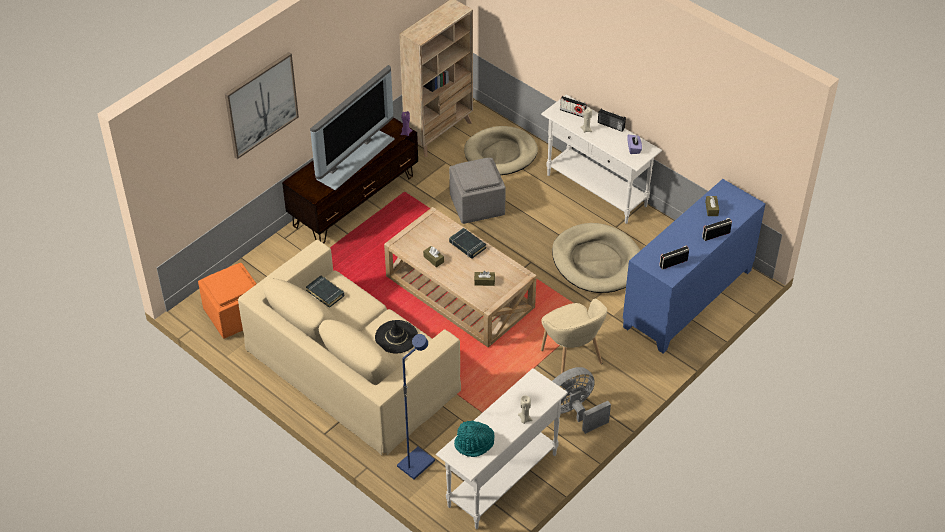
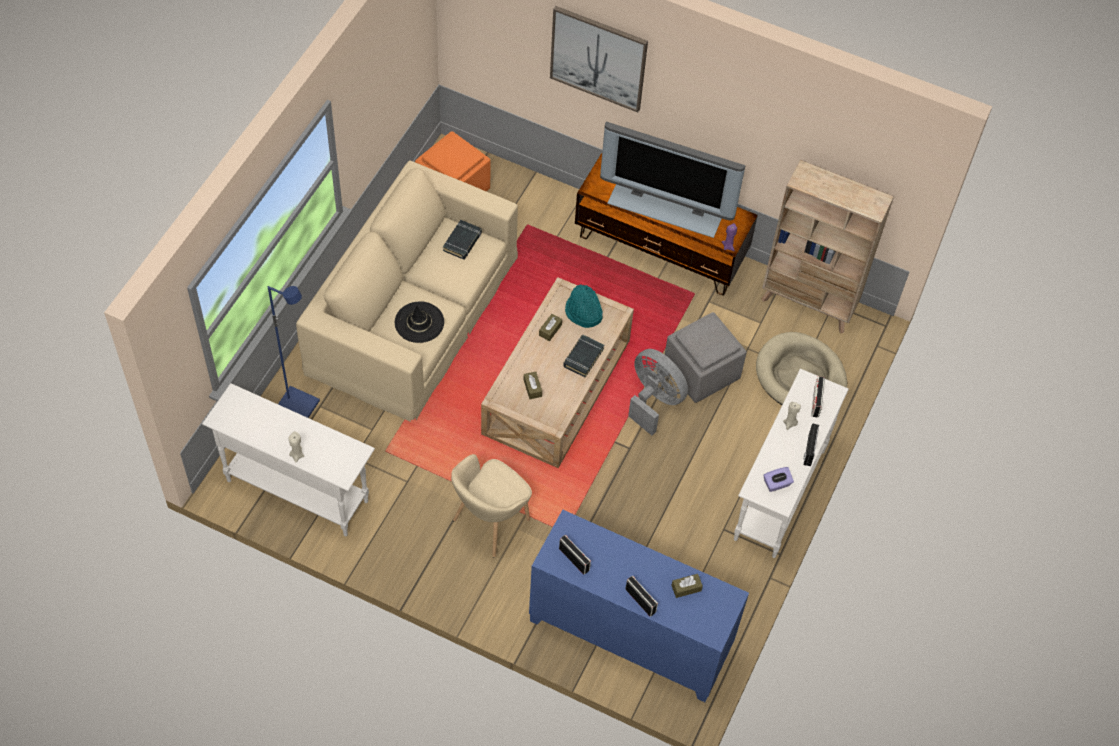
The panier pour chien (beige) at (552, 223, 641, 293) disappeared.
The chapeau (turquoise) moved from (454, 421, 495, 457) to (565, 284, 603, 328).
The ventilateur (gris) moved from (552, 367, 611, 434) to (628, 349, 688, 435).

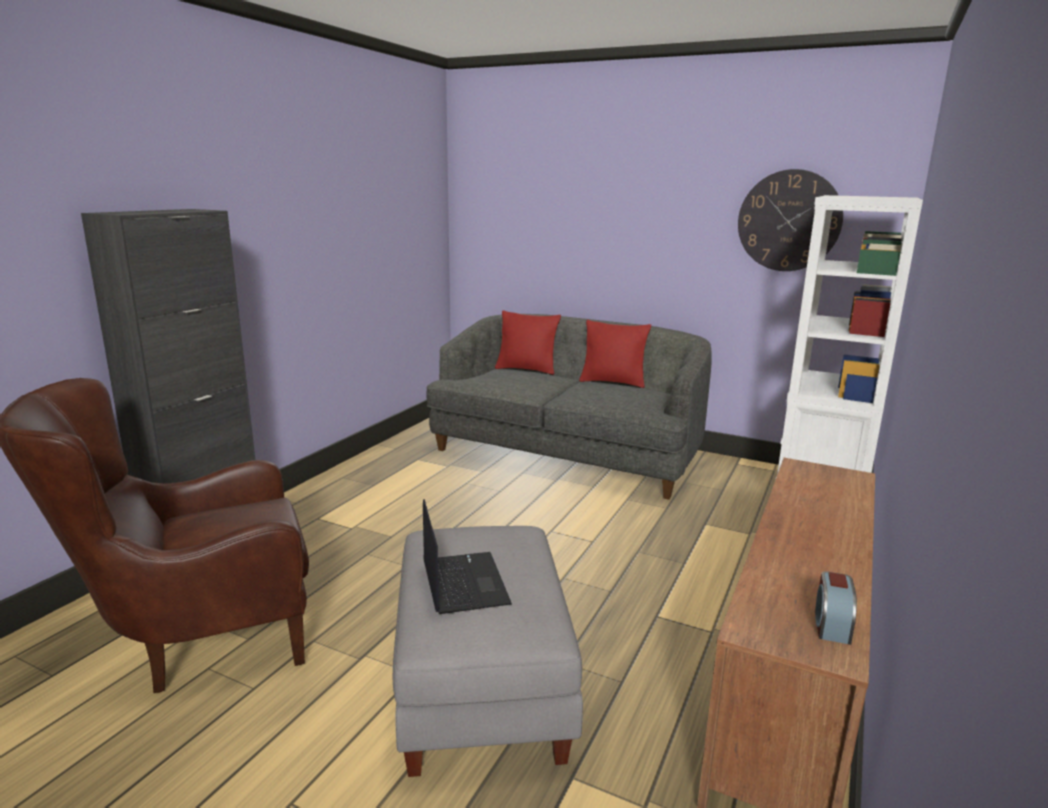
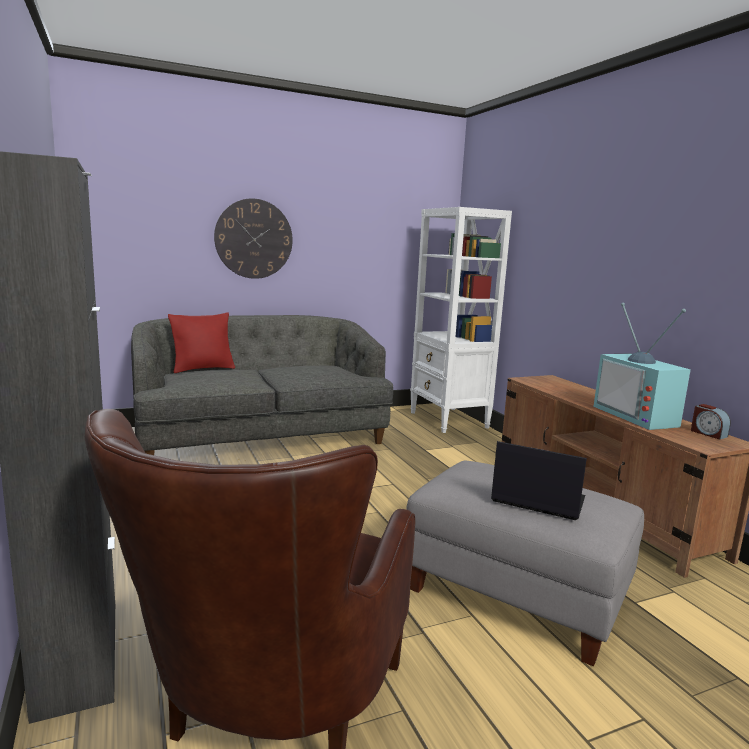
The coussin (rouge) at (579, 320, 651, 388) disappeared.
The téléviseur at (593, 303, 691, 430) appeared.
The horloge murale moved from (738, 169, 843, 271) to (214, 198, 293, 279).

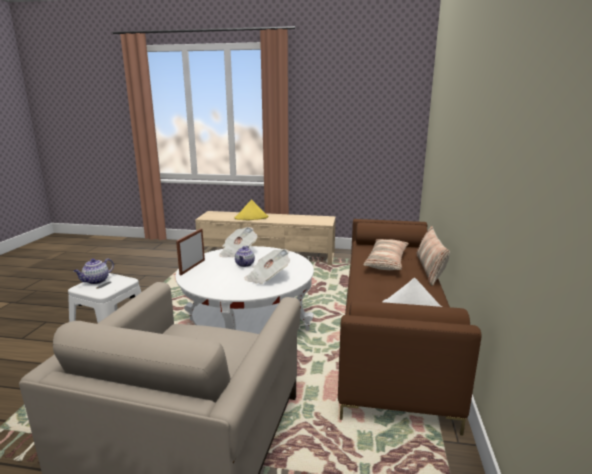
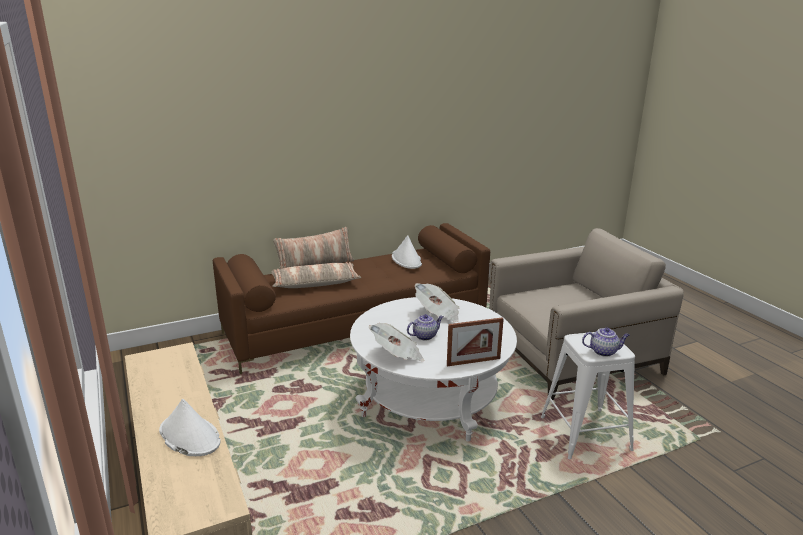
The chapeau (jaune) at (234, 199, 268, 220) became the chapeau (blanc) at (159, 399, 221, 456).

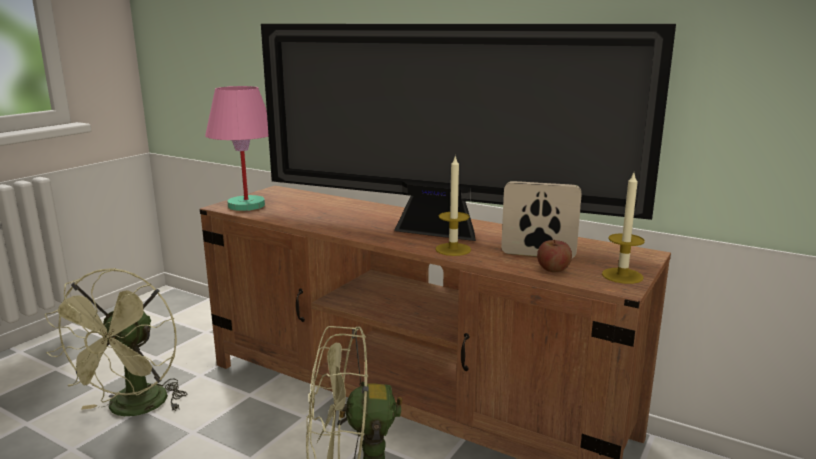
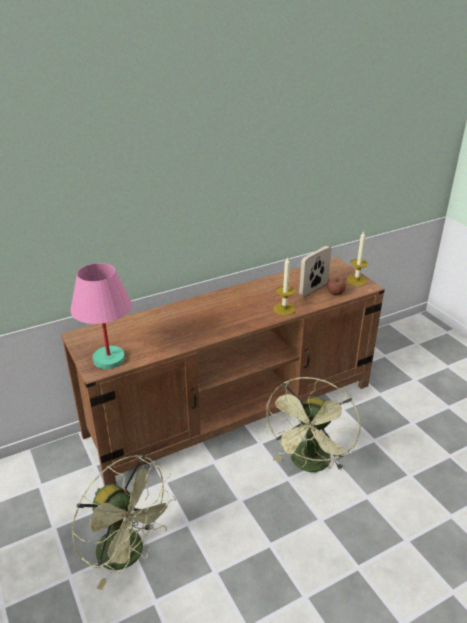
The téléviseur at (261, 24, 676, 241) disappeared.

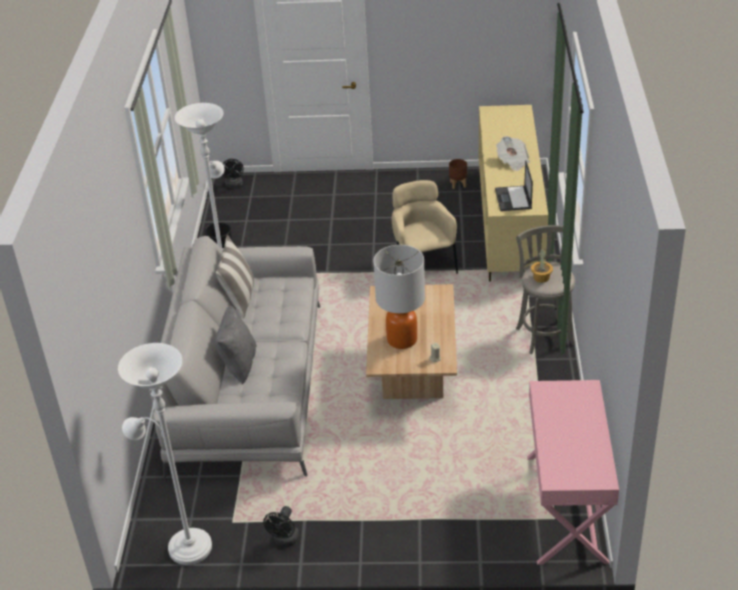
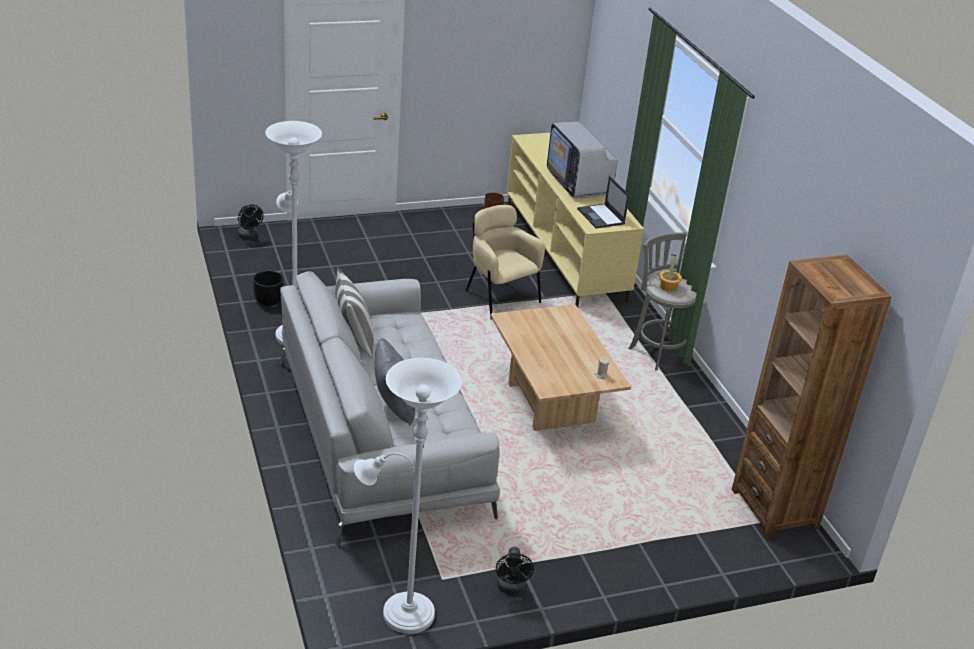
The lampe de table at (373, 245, 425, 349) disappeared.
The journal at (496, 136, 530, 171) was replaced by the téléviseur at (547, 121, 617, 198).
The bureau (rose) at (527, 380, 619, 565) was replaced by the bibliothèque (marron) at (732, 255, 892, 538).

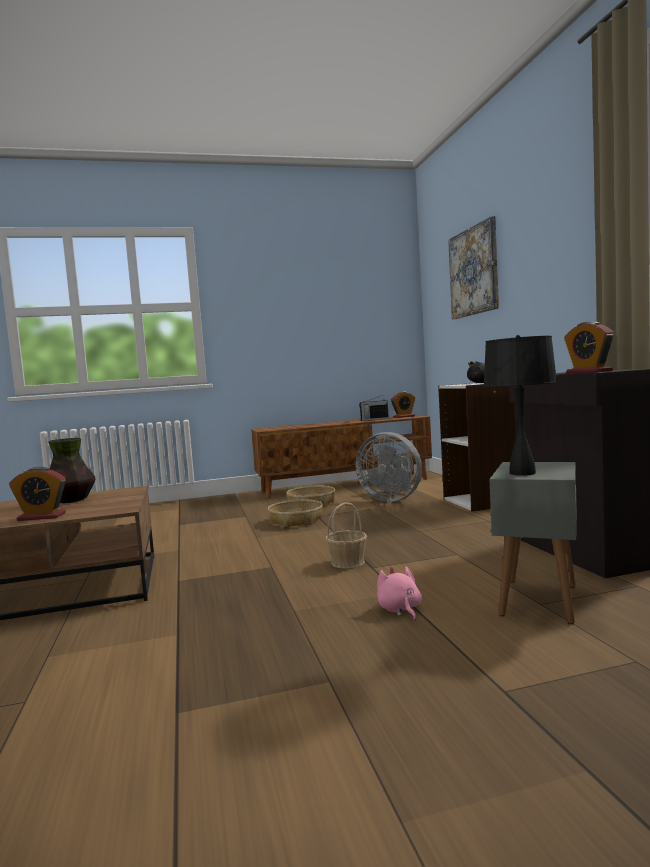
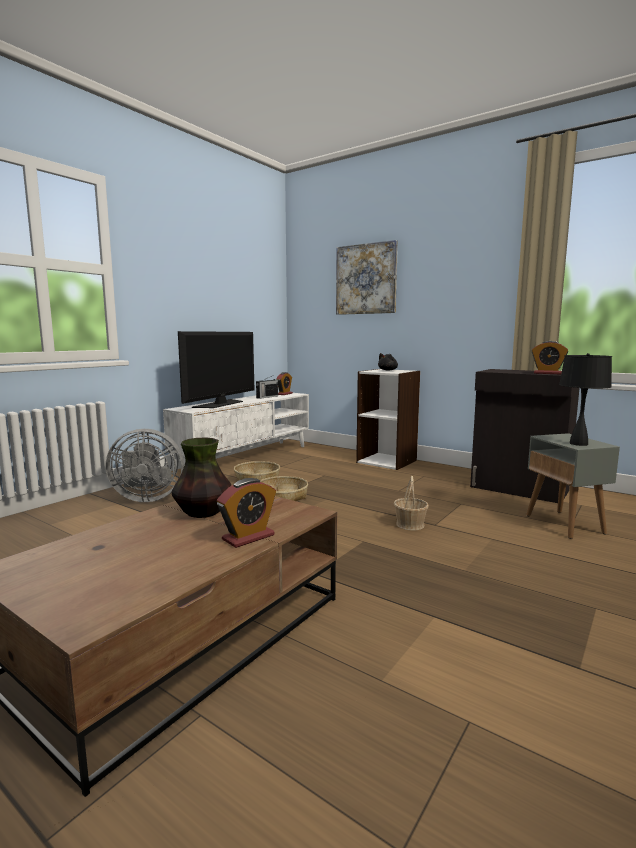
The peluche (rose) at (377, 566, 422, 621) disappeared.
The téléviseur at (178, 331, 254, 408) appeared.
The ventilateur (gris) moved from (355, 432, 422, 502) to (106, 429, 184, 502).
The meuble télé (marron) at (251, 415, 432, 499) became the meuble télé (blanc) at (163, 392, 309, 473).

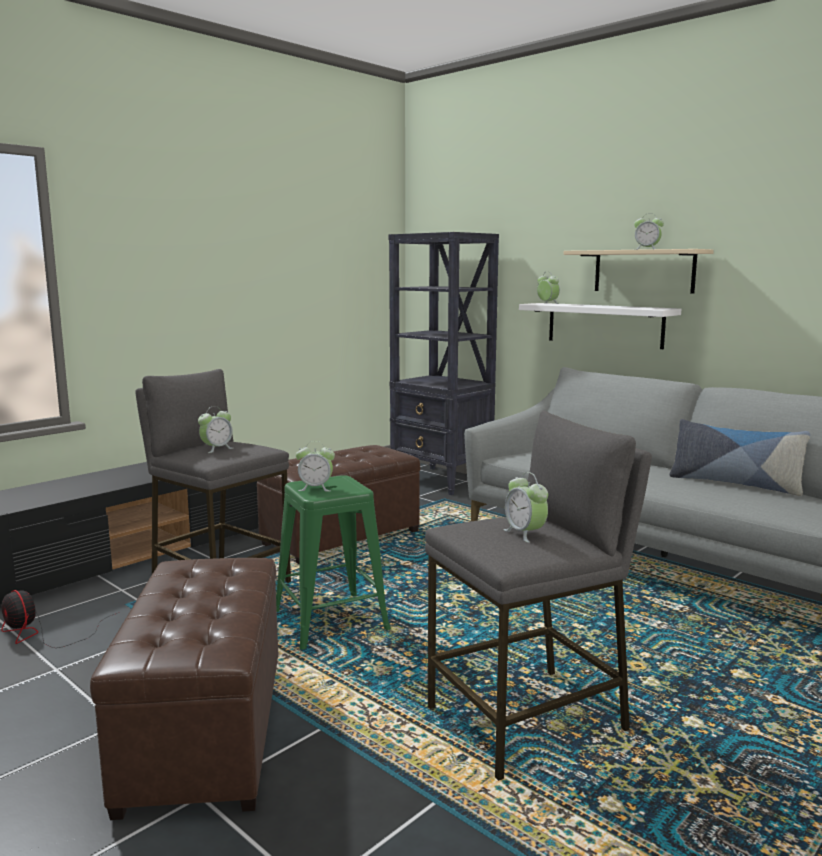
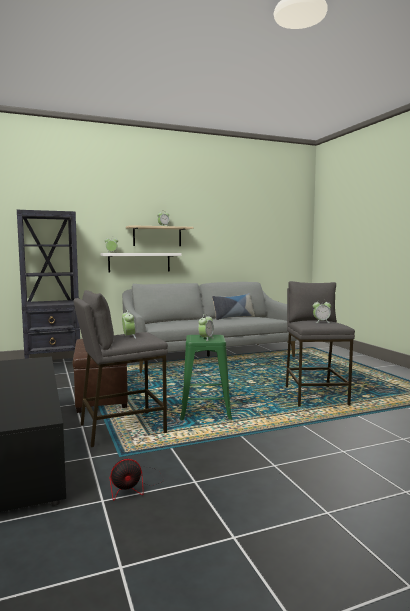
The pouf (marron) at (90, 558, 278, 820) disappeared.

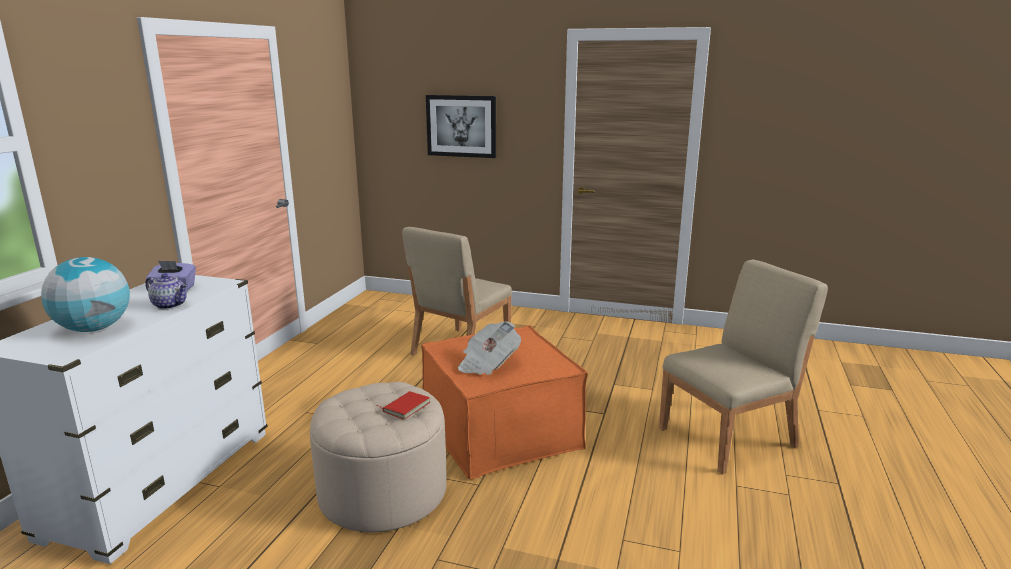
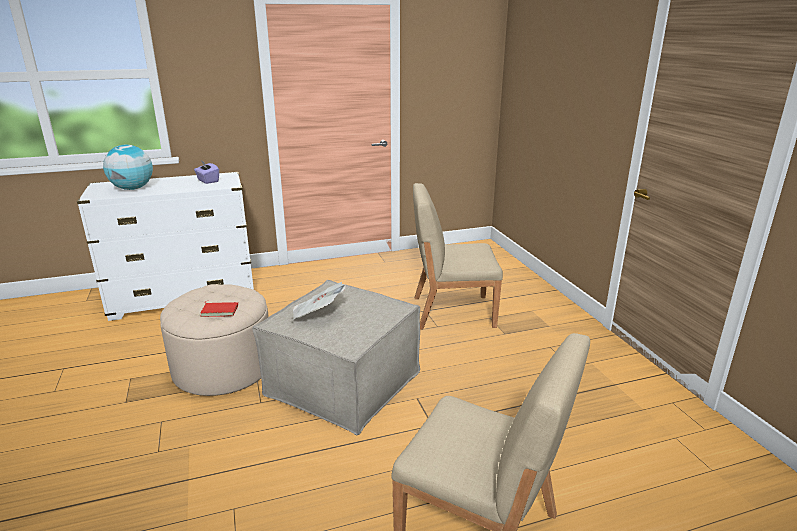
The théière at (145, 273, 188, 309) disappeared.
The tableau at (426, 95, 496, 158) disappeared.
The pouf (orange) at (421, 325, 588, 479) became the pouf (beige) at (252, 280, 420, 436).

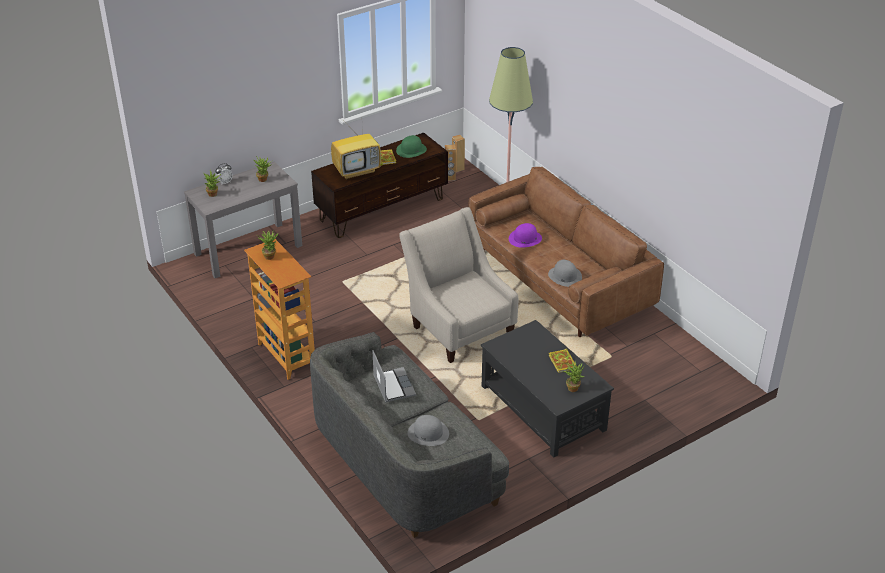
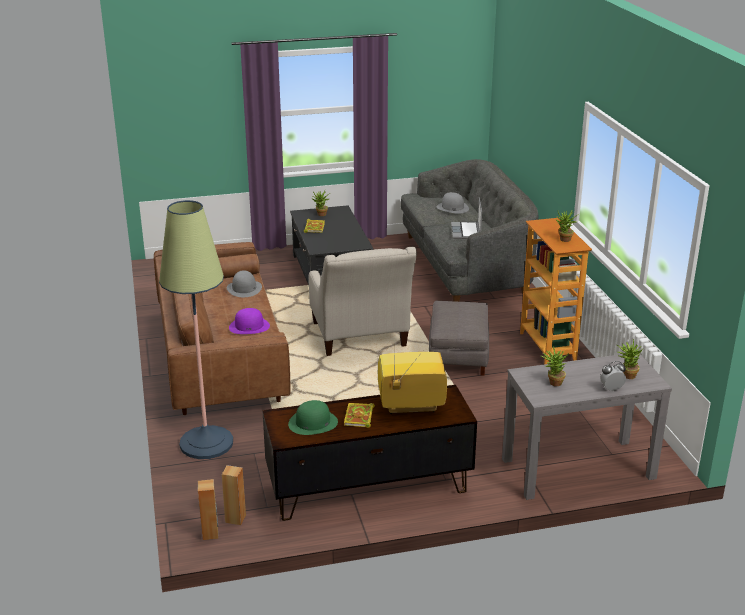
The pouf (gris) at (429, 300, 489, 376) appeared.

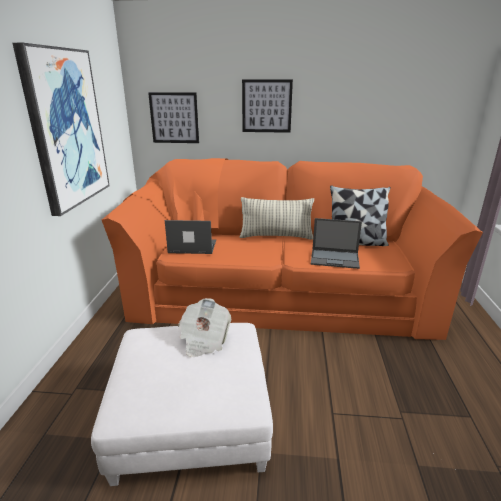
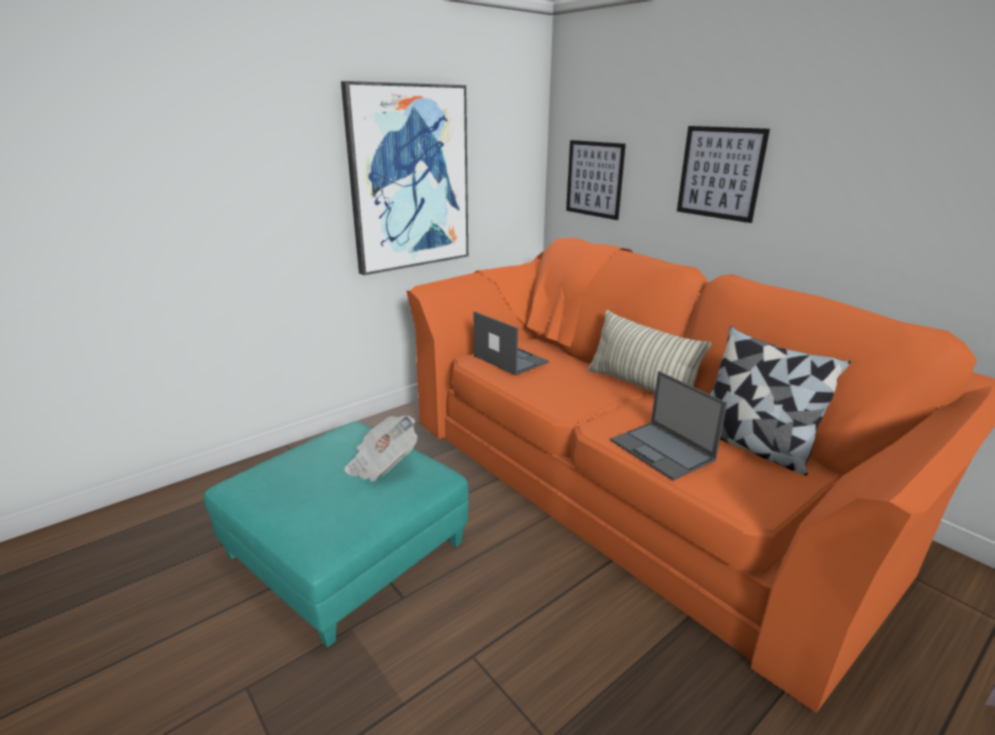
The pouf (blanc) at (91, 323, 273, 486) became the pouf (turquoise) at (204, 421, 469, 648).

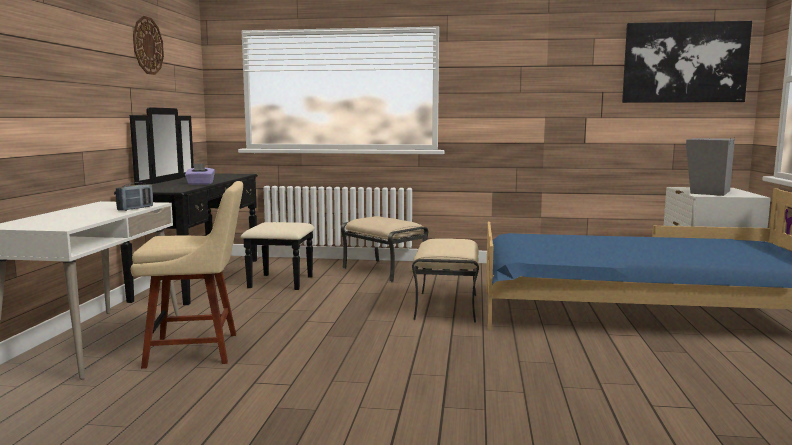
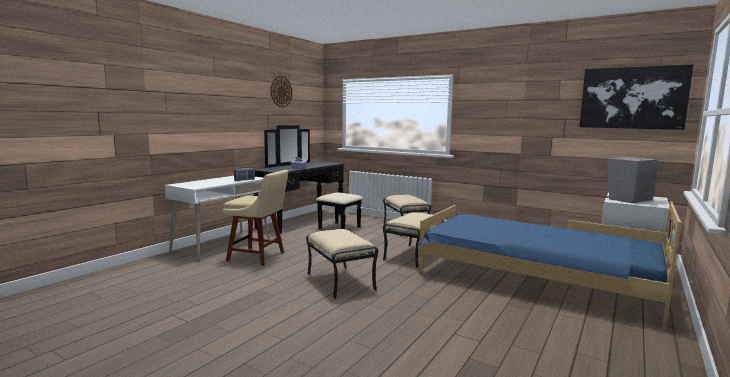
The pouf (beige) at (306, 229, 378, 299) appeared.

